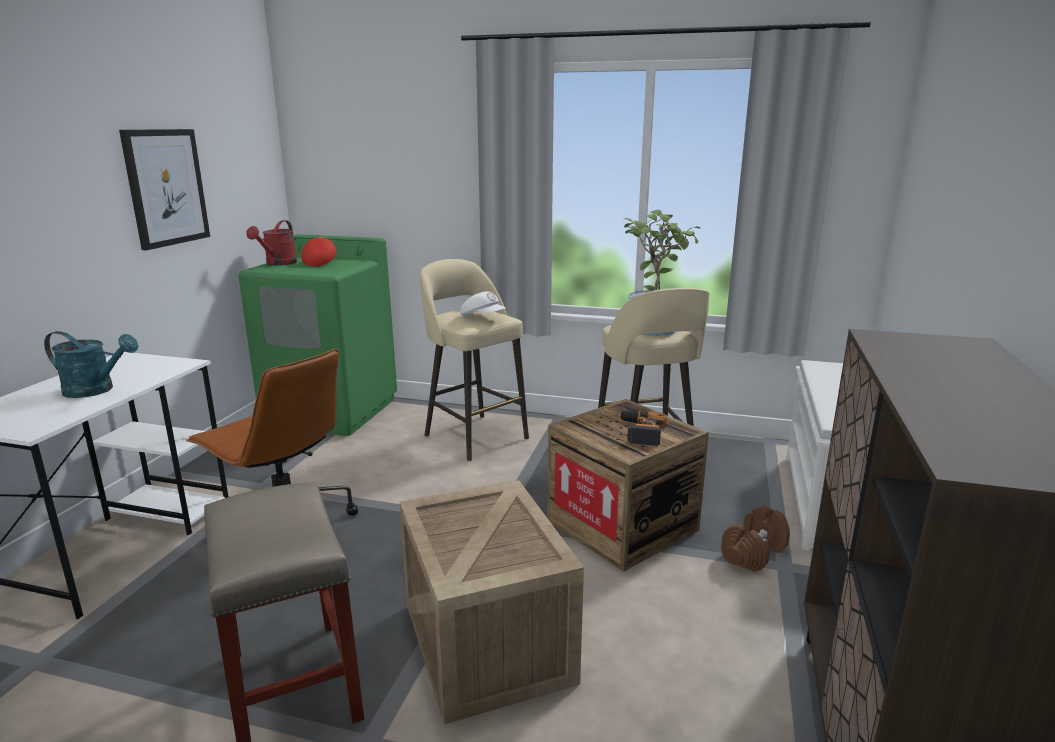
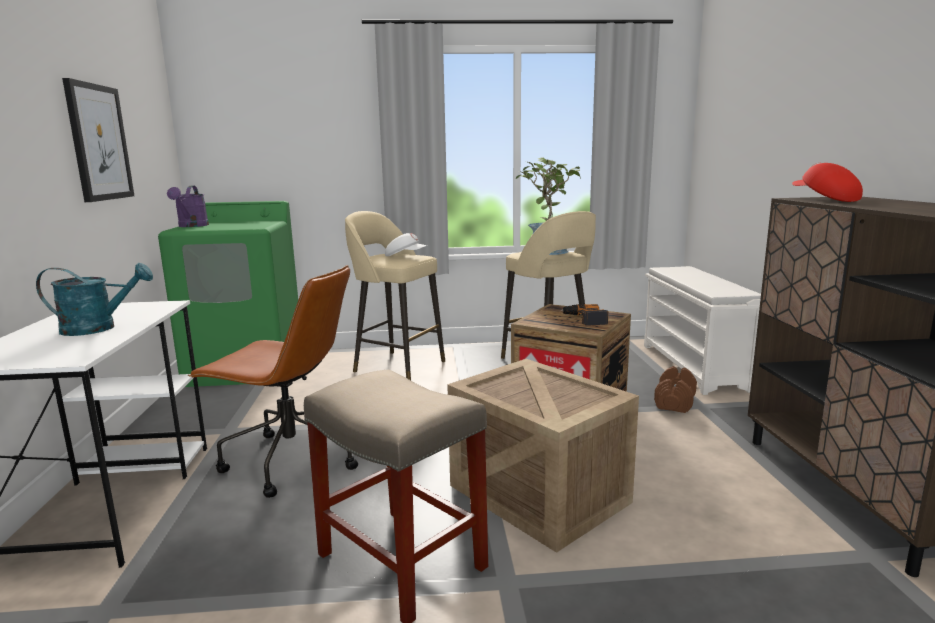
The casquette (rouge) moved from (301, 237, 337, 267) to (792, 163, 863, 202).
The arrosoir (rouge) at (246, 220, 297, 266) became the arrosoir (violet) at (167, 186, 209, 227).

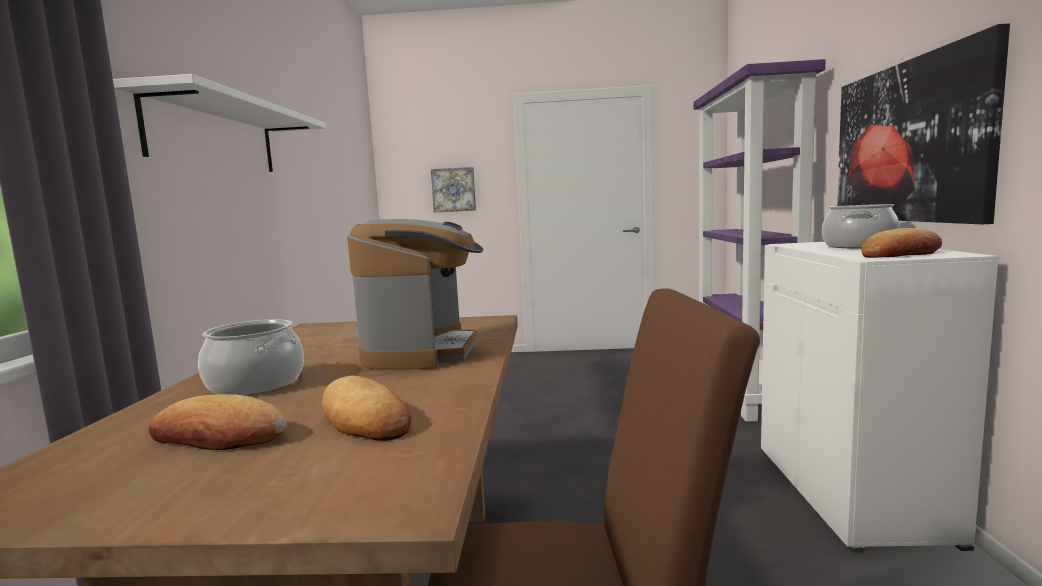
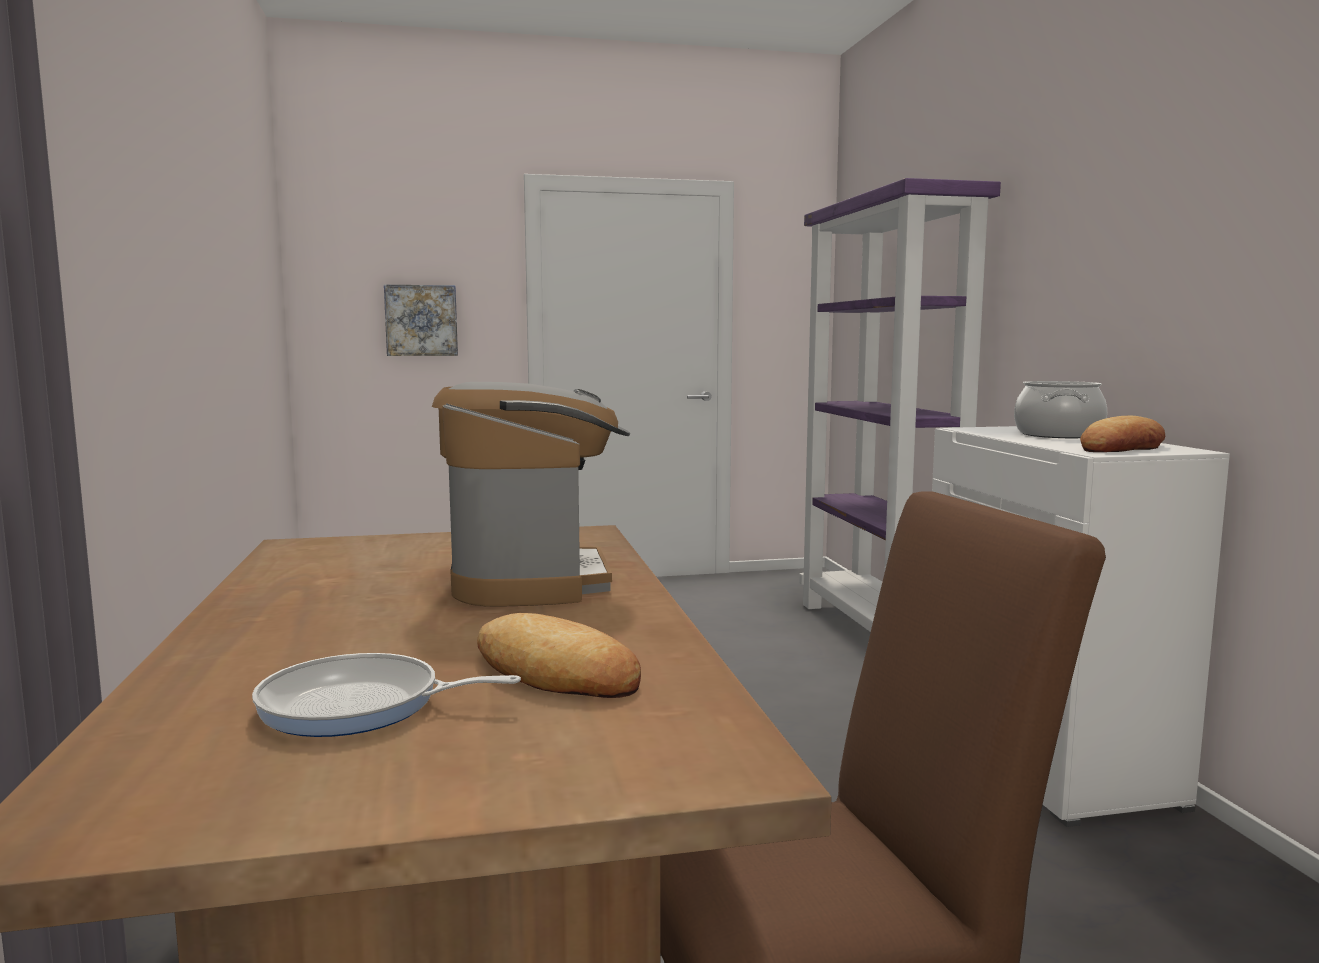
The étagère (blanc) at (113, 74, 326, 172) disappeared.
The marmite at (198, 319, 304, 395) disappeared.
The tableau at (837, 23, 1010, 224) disappeared.
The pain at (149, 394, 287, 450) was replaced by the poêle at (252, 653, 521, 737).

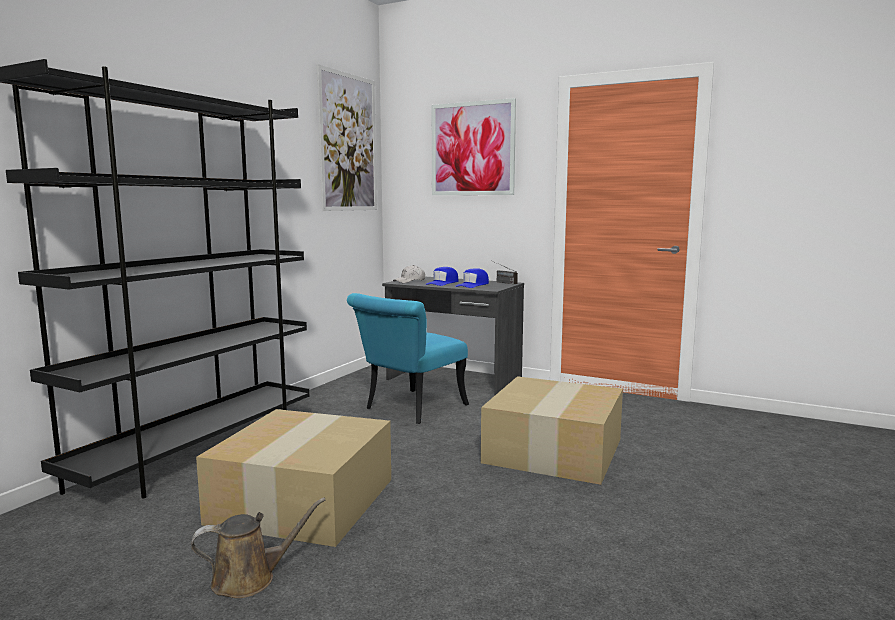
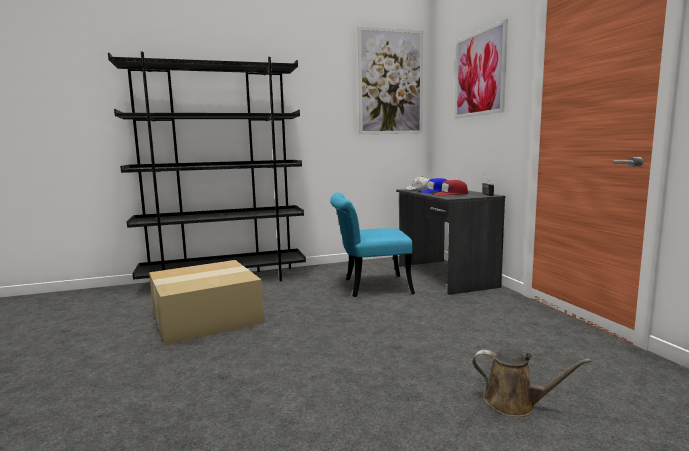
The carton at (481, 376, 623, 485) disappeared.
The arrosoir (marron) moved from (191, 498, 325, 598) to (472, 350, 591, 417).
The casquette (bleu) at (455, 268, 489, 288) became the casquette (rouge) at (433, 180, 468, 196).

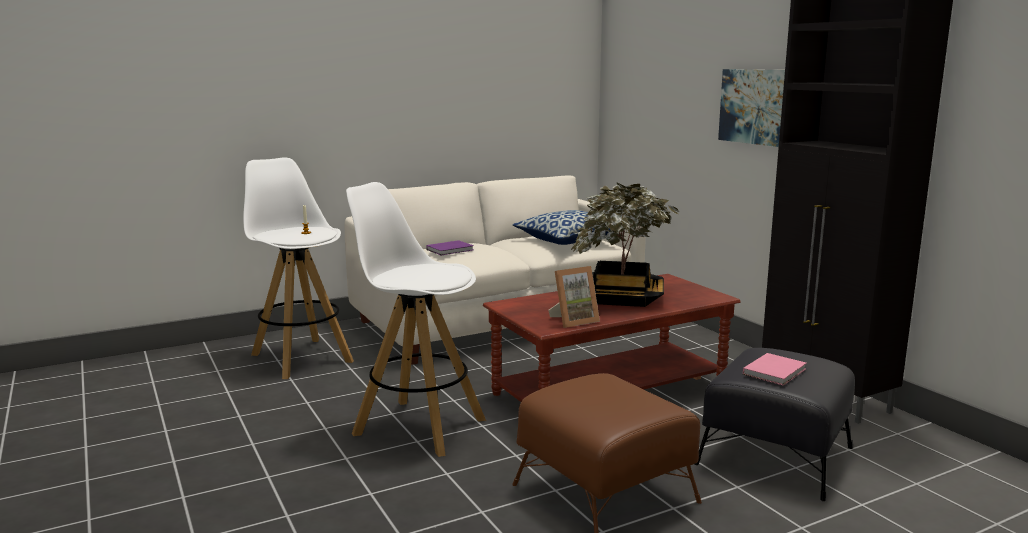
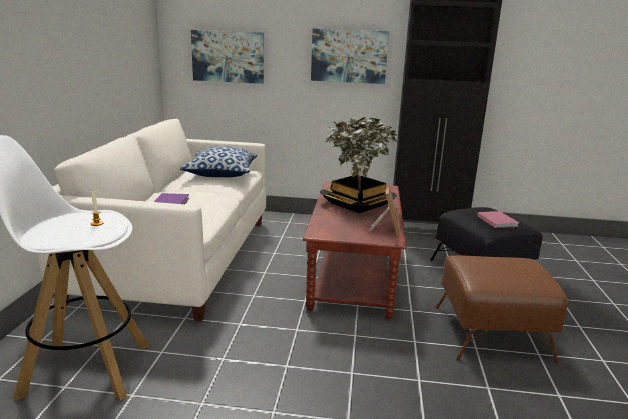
The tabouret (blanc) at (346, 182, 486, 457) disappeared.
The tableau at (191, 30, 264, 84) appeared.

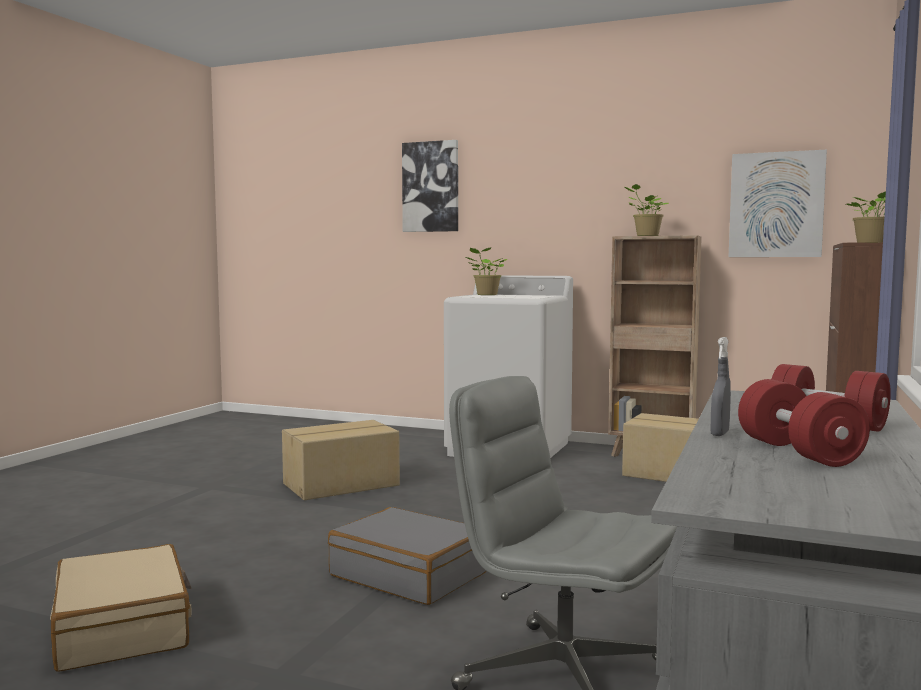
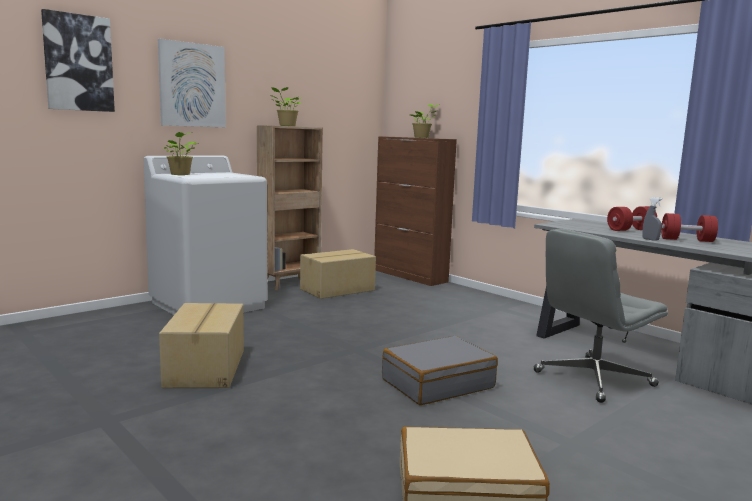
The tableau moved from (729, 150, 827, 257) to (158, 39, 226, 127).

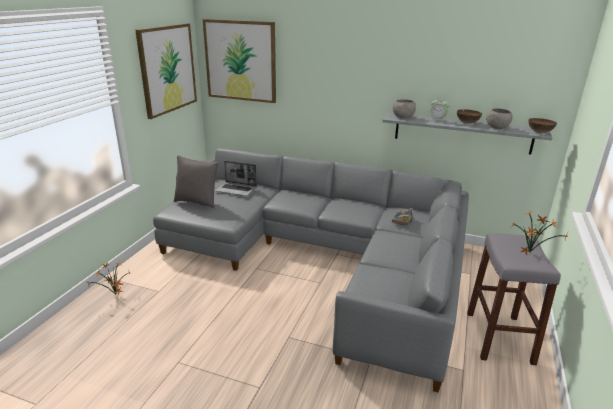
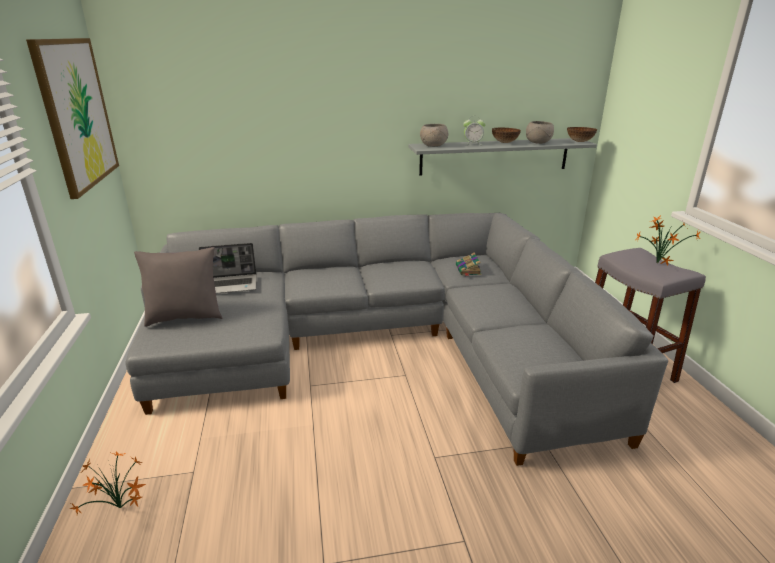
The tableau at (203, 19, 276, 103) disappeared.

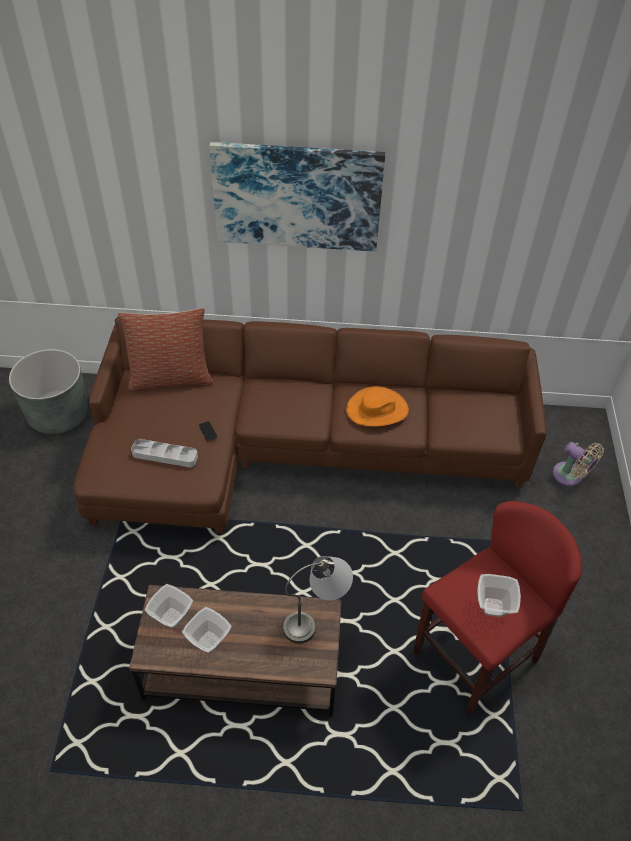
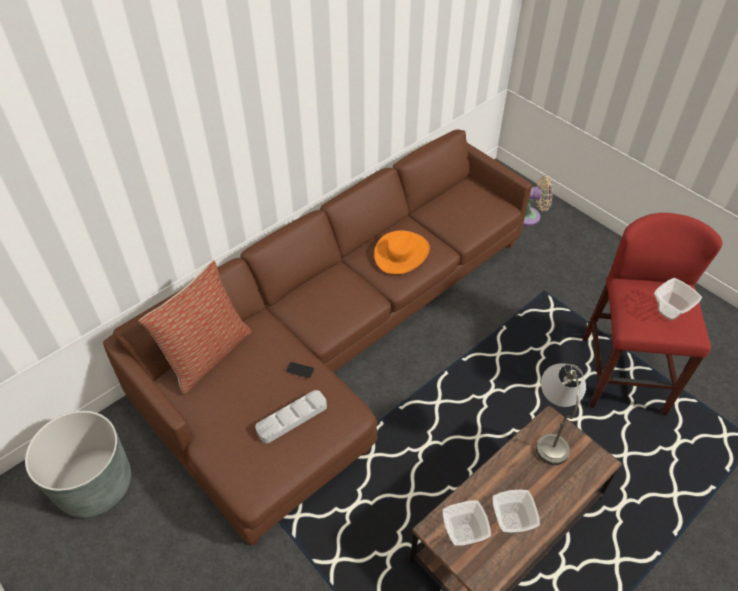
The tableau at (209, 142, 385, 252) disappeared.

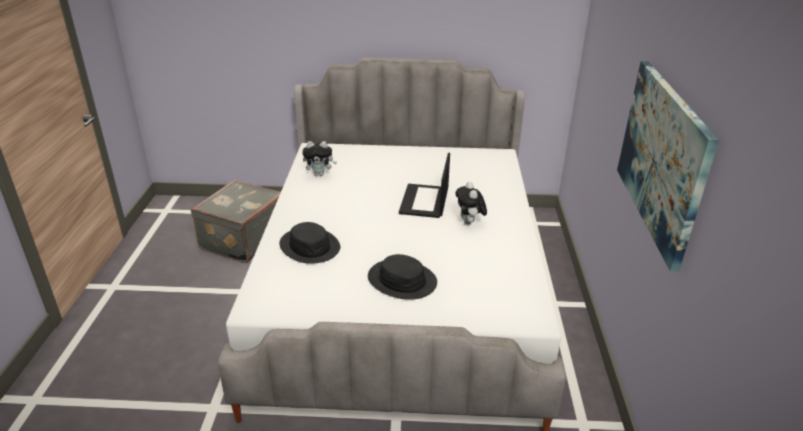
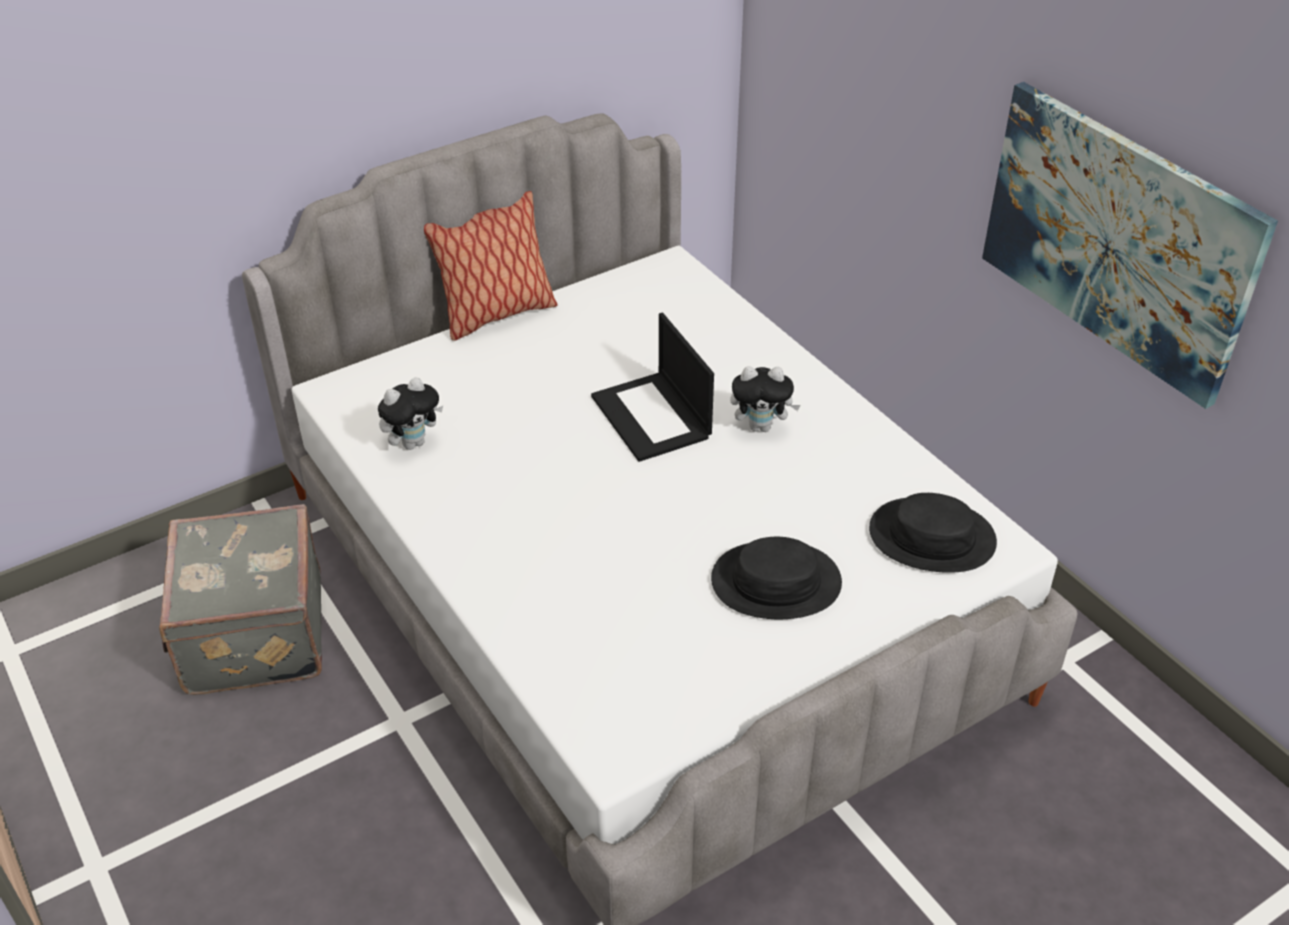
The coussin at (424, 191, 558, 341) appeared.
The chapeau (noir) moved from (279, 222, 340, 264) to (869, 493, 997, 573).
The peluche at (455, 182, 487, 225) turned 45 degrees counterclockwise.

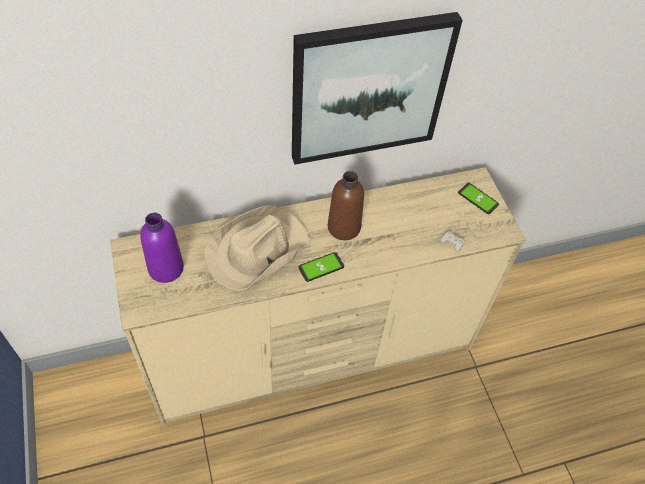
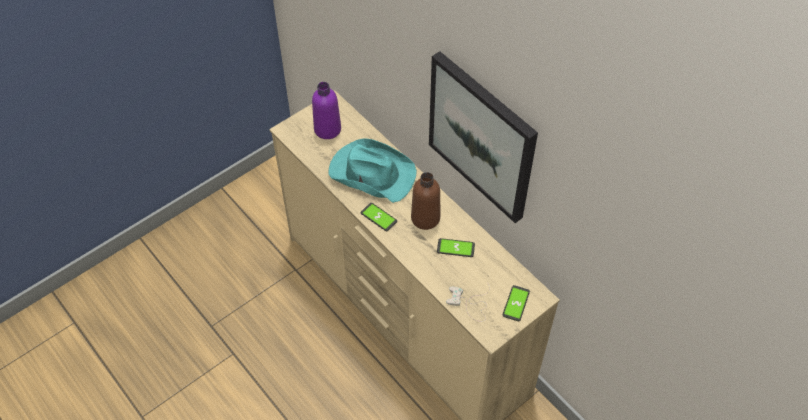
The téléphone at (437, 238, 475, 257) appeared.
The chapeau (beige) at (204, 205, 310, 291) became the chapeau (turquoise) at (328, 138, 417, 203).

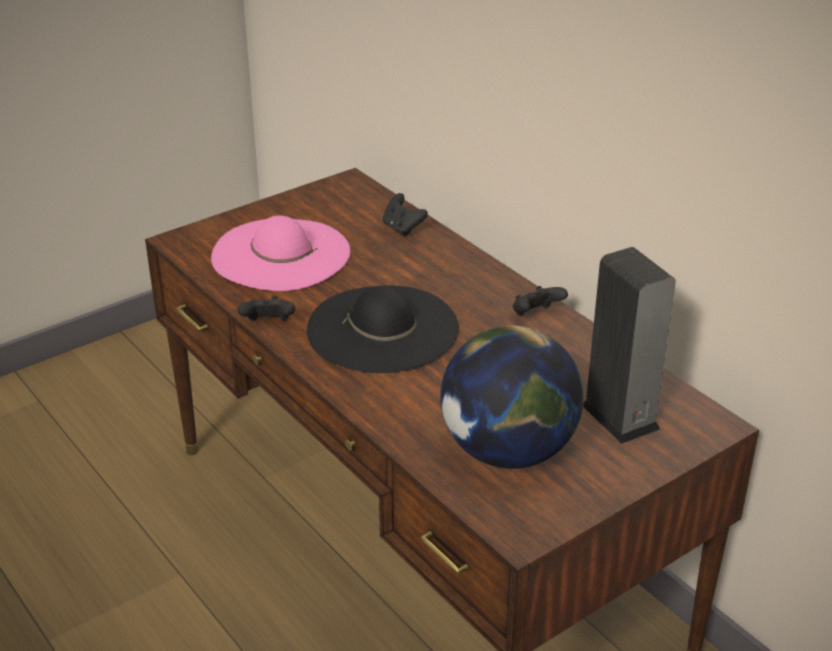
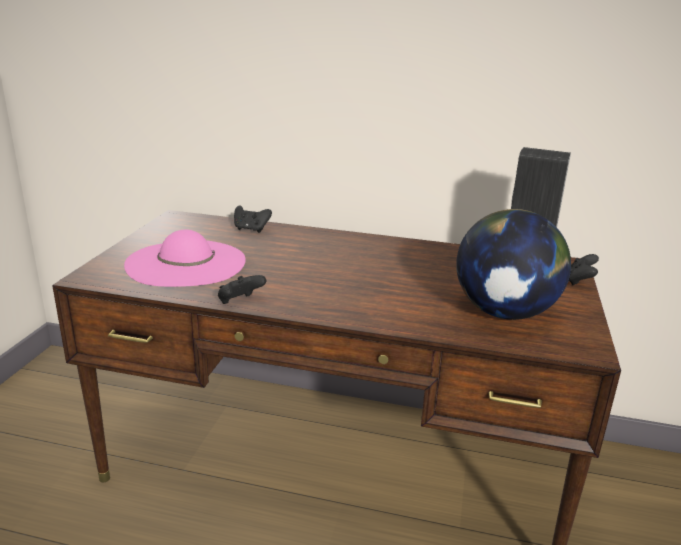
The chapeau (noir) at (307, 286, 459, 373) disappeared.
The manette (noir) moved from (513, 286, 568, 316) to (569, 254, 599, 285).

